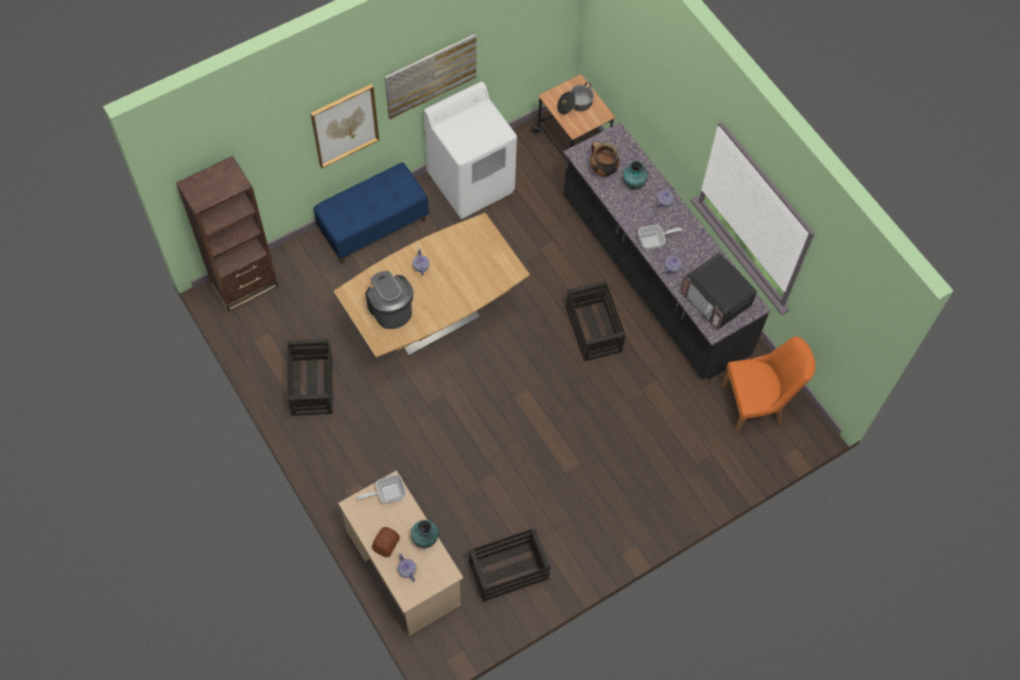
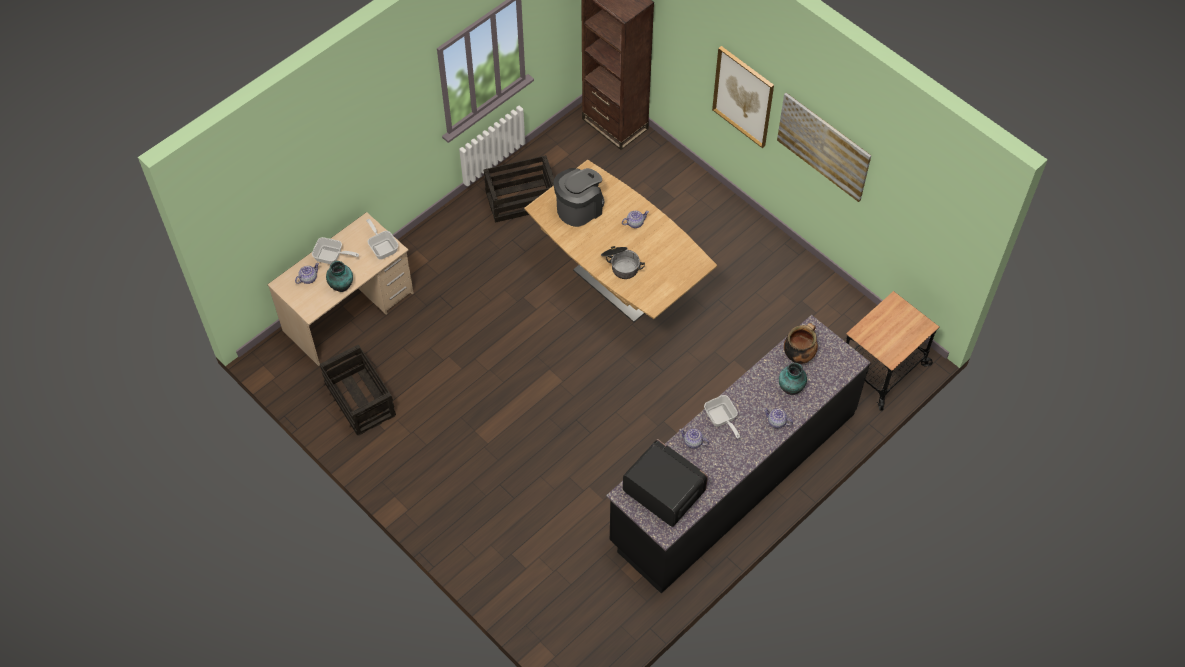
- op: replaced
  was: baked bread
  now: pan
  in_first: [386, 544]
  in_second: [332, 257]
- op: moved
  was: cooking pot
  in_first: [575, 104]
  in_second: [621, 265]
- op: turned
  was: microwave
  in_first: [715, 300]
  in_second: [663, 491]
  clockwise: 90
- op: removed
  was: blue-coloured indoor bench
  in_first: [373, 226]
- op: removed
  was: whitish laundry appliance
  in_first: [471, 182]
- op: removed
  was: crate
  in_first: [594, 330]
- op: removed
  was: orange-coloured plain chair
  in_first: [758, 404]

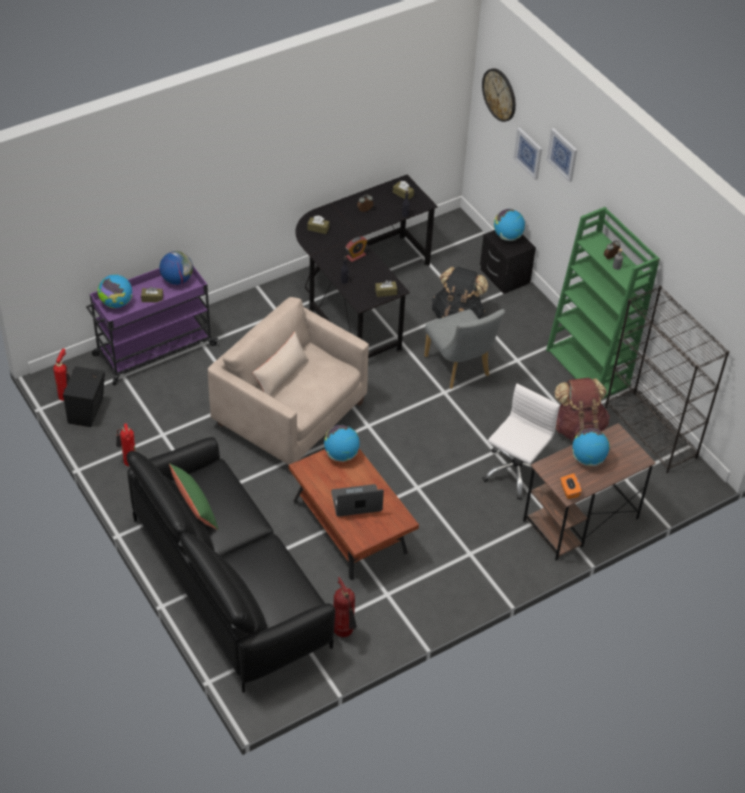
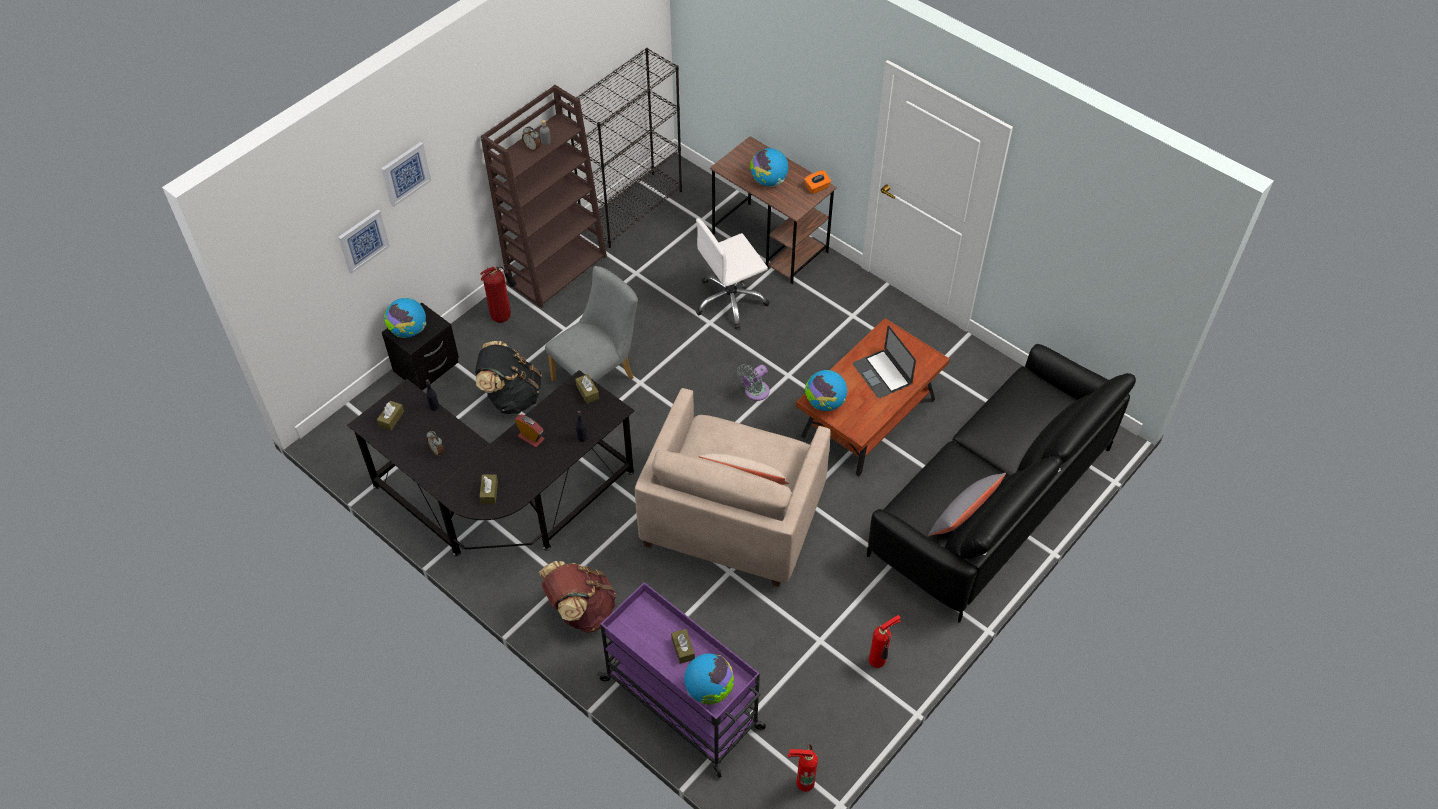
- op: moved
  was: fire-fighting cylinder
  in_first: [344, 633]
  in_second: [503, 316]
- op: recoloured
  was: green-coloured bookshelf
  now: brown-coloured bookshelf
  in_first: [588, 368]
  in_second: [557, 269]
- op: moved
  was: brown-coloured rucksack
  in_first: [578, 428]
  in_second: [581, 611]
- op: turned
  was: whitish computer chair
  in_first: [515, 472]
  in_second: [730, 301]
  clockwise: -45
- op: added
  now: greyish electric fan
  in_second: [754, 392]
- op: recoloured
  was: green-coloured cushion
  now: greyish cushion
  in_first: [194, 507]
  in_second: [963, 515]
- op: removed
  was: blackish loudspeaker
  in_first: [87, 411]
- op: removed
  was: desk globe
  in_first: [177, 279]
- op: removed
  was: hanging clock
  in_first: [499, 94]

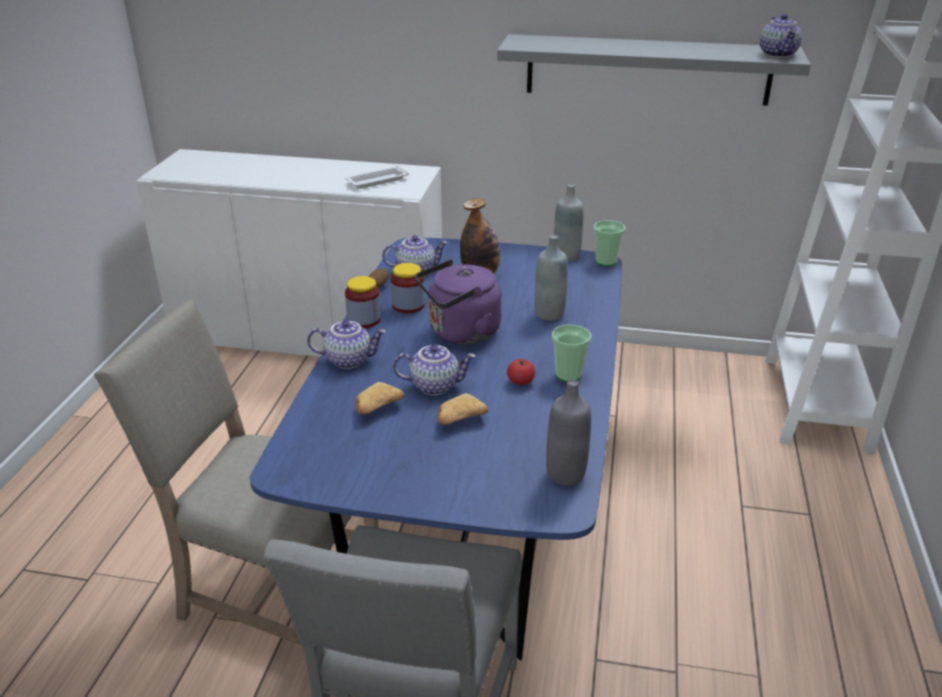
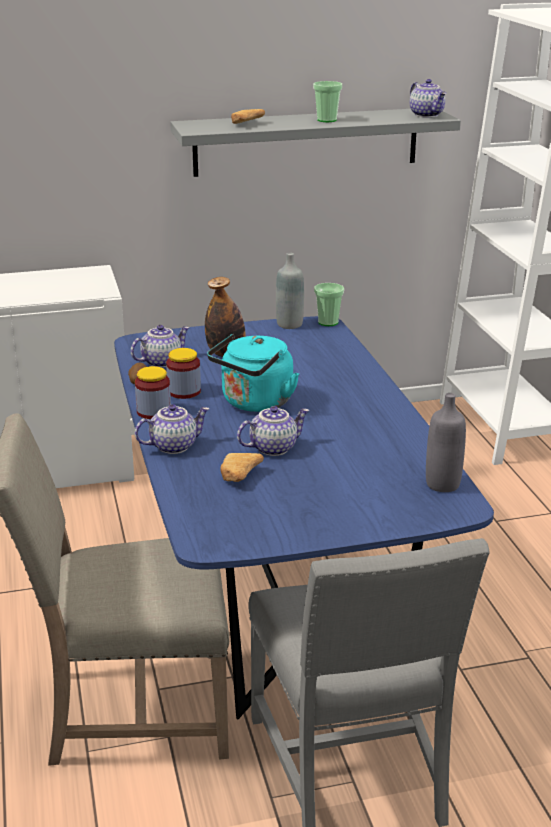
- op: recoloured
  was: purplish water kettle
  now: turquoise water kettle
  in_first: [460, 333]
  in_second: [255, 403]
- op: moved
  was: baked bread
  in_first: [458, 420]
  in_second: [244, 124]
- op: moved
  was: small cup
  in_first: [568, 375]
  in_second: [327, 120]
- op: removed
  was: whitish tray
  in_first: [376, 181]
- op: removed
  was: whole tomato
  in_first: [520, 381]
- op: removed
  was: greyish bottle
  in_first: [549, 314]

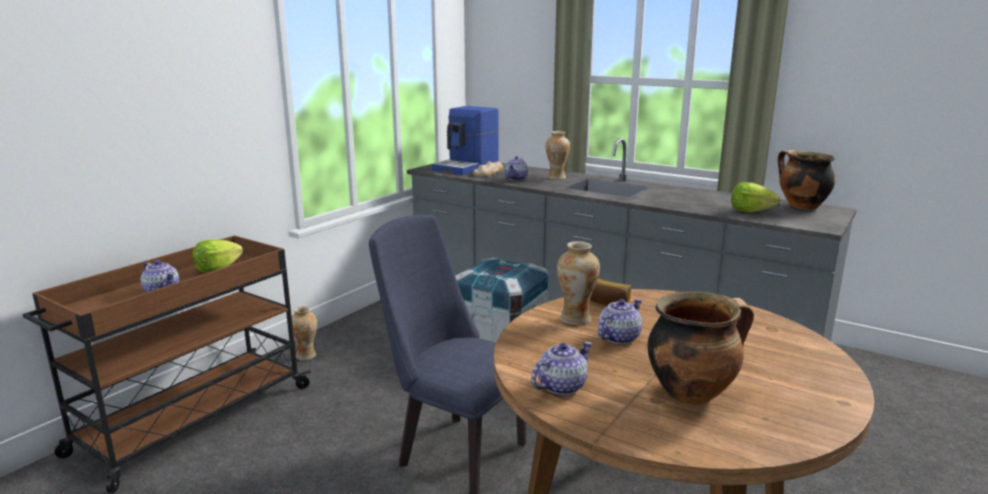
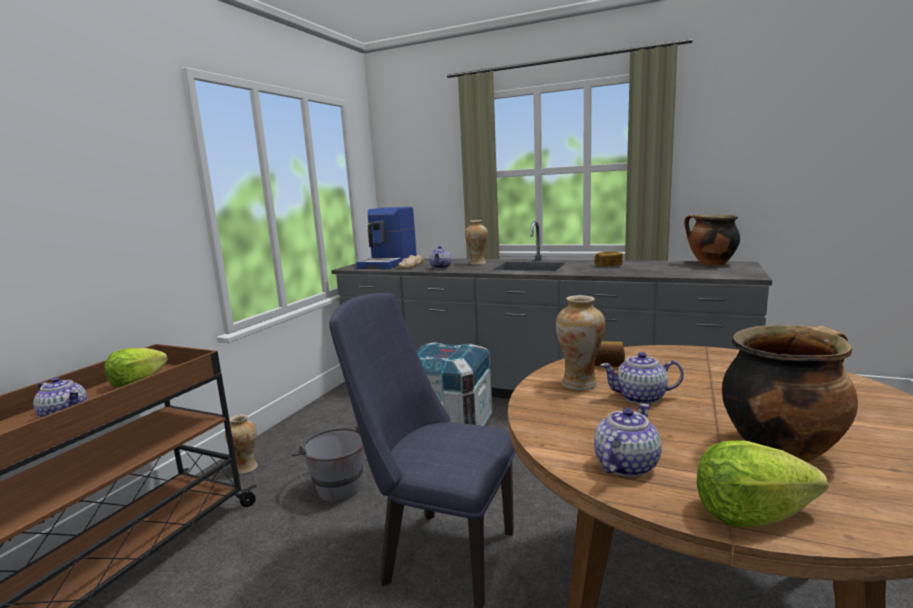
- op: added
  now: greyish bucket
  in_second: [335, 485]
- op: added
  now: baked bread
  in_second: [608, 266]
- op: turned
  was: teapot
  in_first: [618, 337]
  in_second: [641, 397]
  clockwise: -120
- op: moved
  was: lettuce head
  in_first: [750, 211]
  in_second: [750, 514]

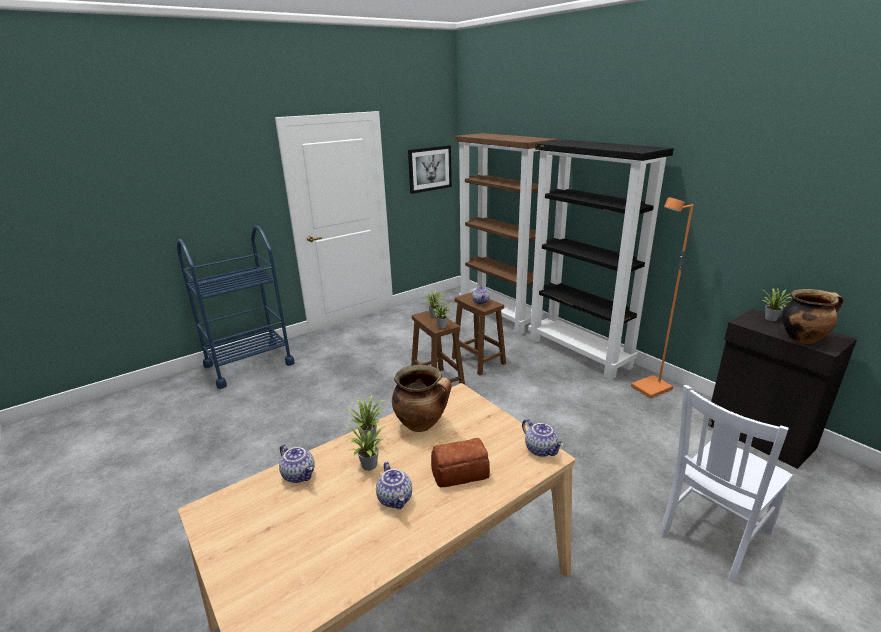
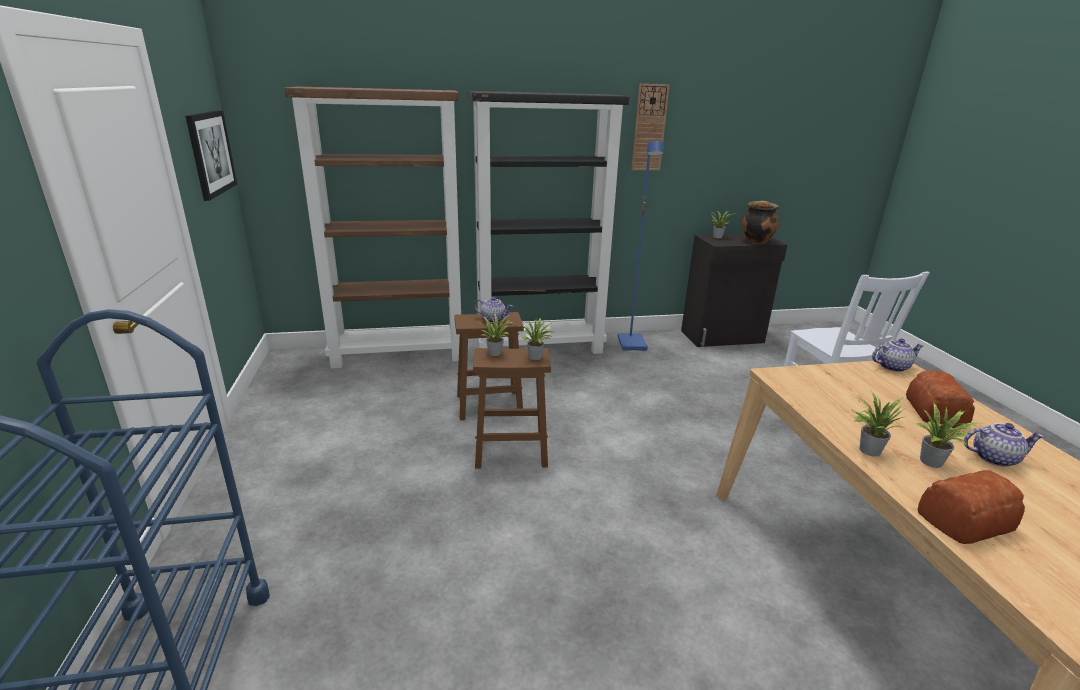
- op: recoloured
  was: orange-coloured standard lamp
  now: blue-coloured standard lamp
  in_first: [651, 389]
  in_second: [632, 344]
- op: added
  now: hanging clock
  in_second: [649, 128]
- op: replaced
  was: teapot
  now: baked bread
  in_first: [299, 475]
  in_second: [962, 520]
- op: removed
  was: cooking pot
  in_first: [422, 424]

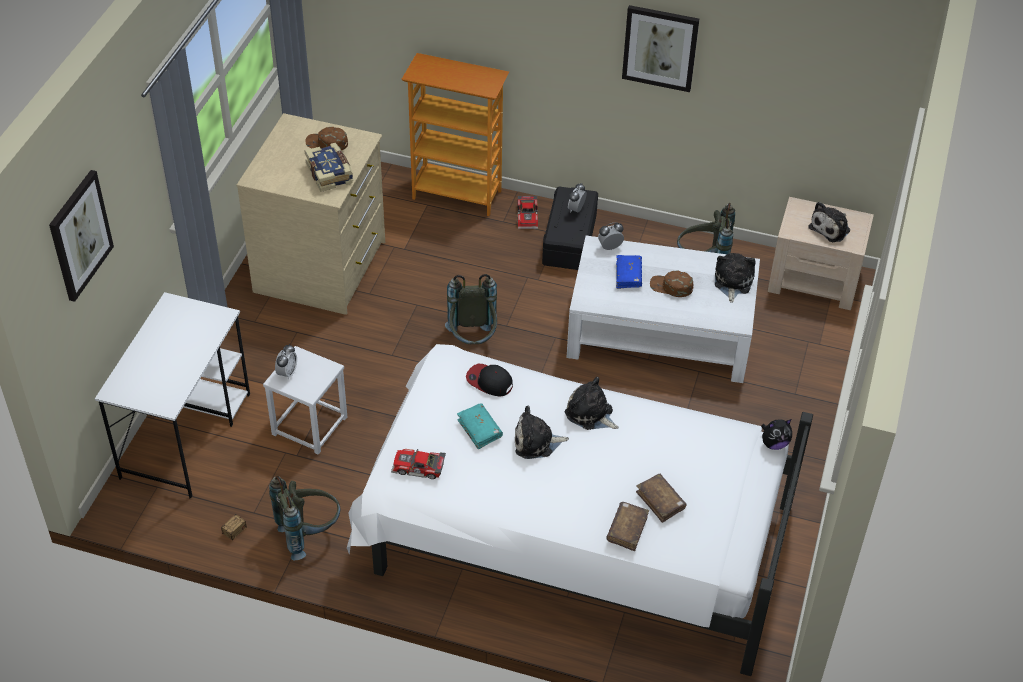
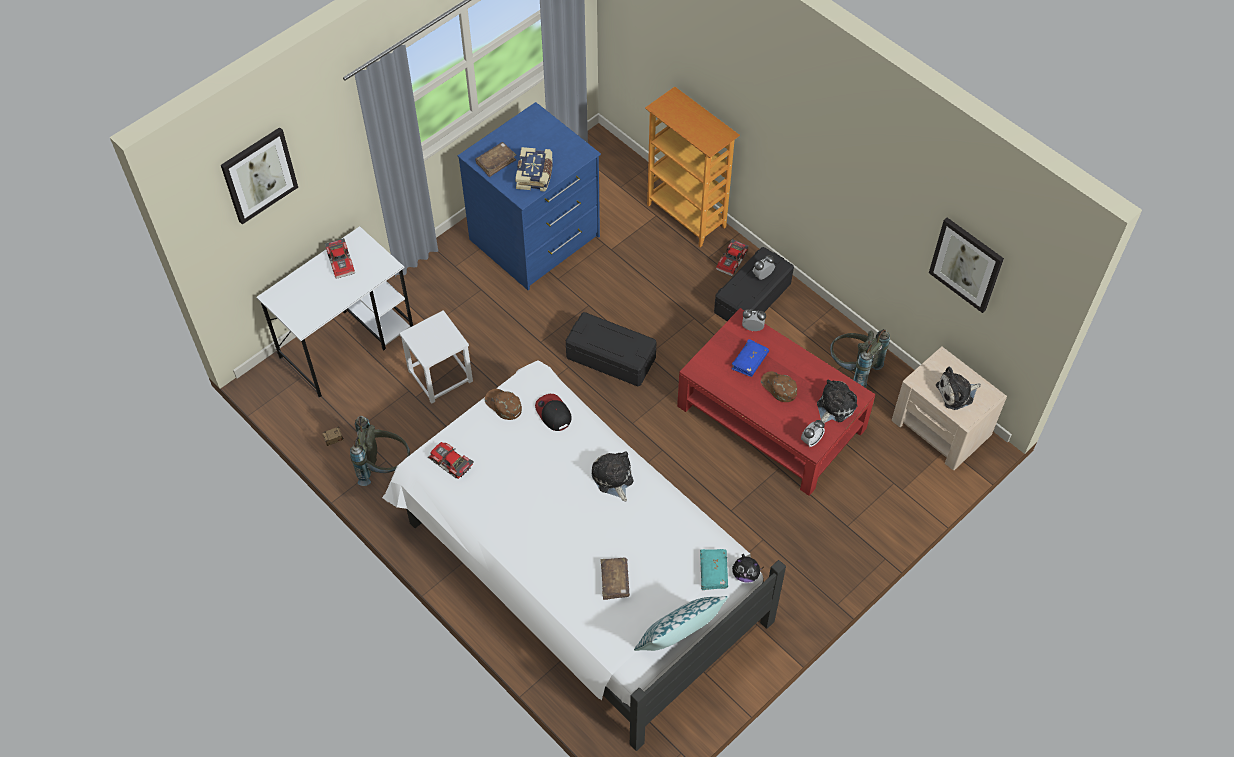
- op: added
  now: model car
  in_second: [342, 261]
- op: recoloured
  was: beige dresser
  now: blue-coloured dresser
  in_first: [322, 267]
  in_second: [536, 239]
- op: moved
  was: brown-coloured volume
  in_first: [627, 530]
  in_second: [496, 162]
- op: moved
  was: brown-coloured peaked cap
  in_first: [326, 143]
  in_second: [503, 405]
- op: replaced
  was: greyish rucksack
  now: blackish storage bin
  in_first: [472, 341]
  in_second: [611, 357]
- op: added
  now: cushion
  in_second: [678, 640]
- op: recoloured
  was: whitish coffee table
  now: reddish coffee table
  in_first: [659, 332]
  in_second: [770, 417]
- op: moved
  was: turquoise volume
  in_first: [479, 429]
  in_second: [713, 572]
- op: moved
  was: table clock
  in_first: [287, 373]
  in_second: [811, 440]
- op: moved
  was: picture
  in_first: [660, 47]
  in_second: [966, 264]
- op: removed
  was: plush toy
  in_first: [536, 442]

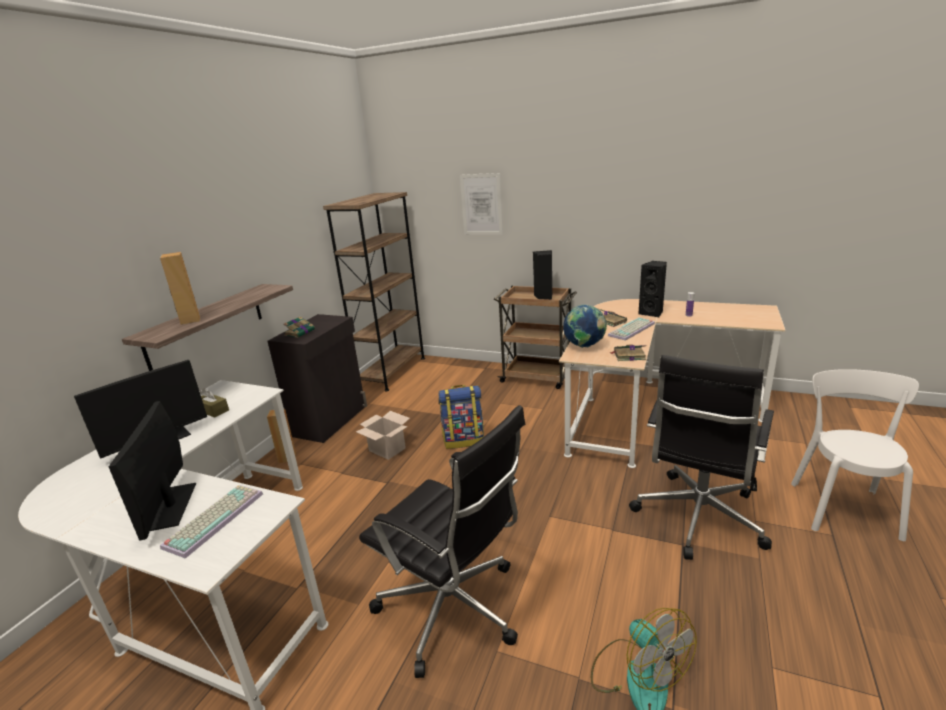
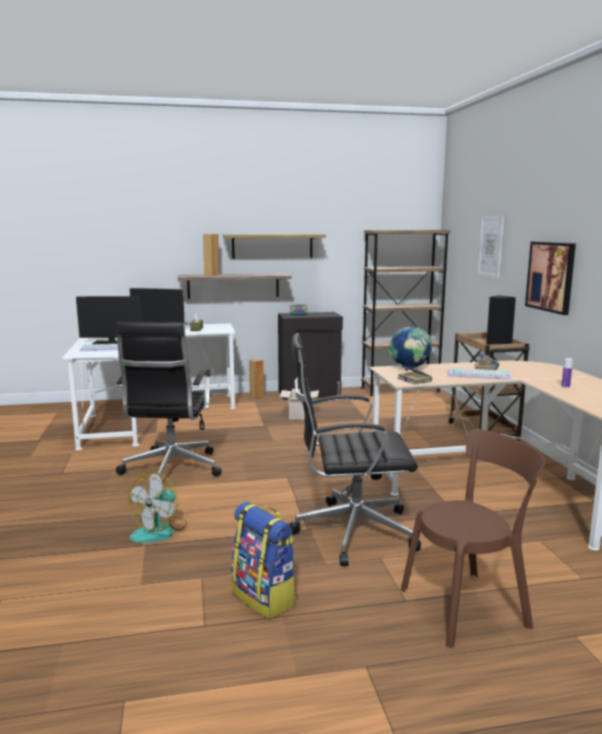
- op: turned
  was: computer display
  in_first: [171, 506]
  in_second: [111, 342]
  clockwise: -135
- op: added
  now: bracket shelf
  in_second: [272, 246]
- op: moved
  was: rucksack
  in_first: [464, 440]
  in_second: [265, 597]
- op: recoloured
  was: whitish plain chair
  now: brown-coloured plain chair
  in_first: [842, 506]
  in_second: [469, 606]
- op: added
  now: picture
  in_second: [550, 276]
- op: removed
  was: blackish loudspeaker
  in_first: [652, 313]

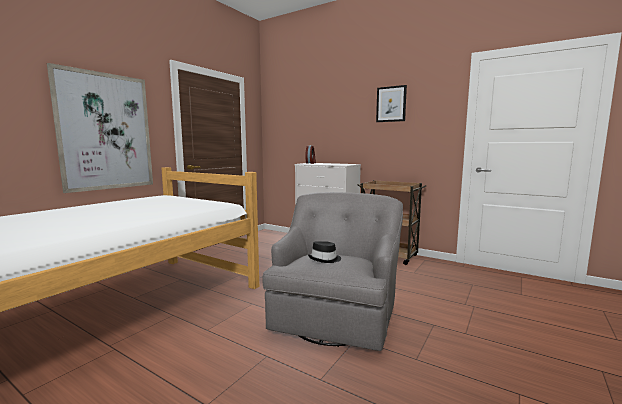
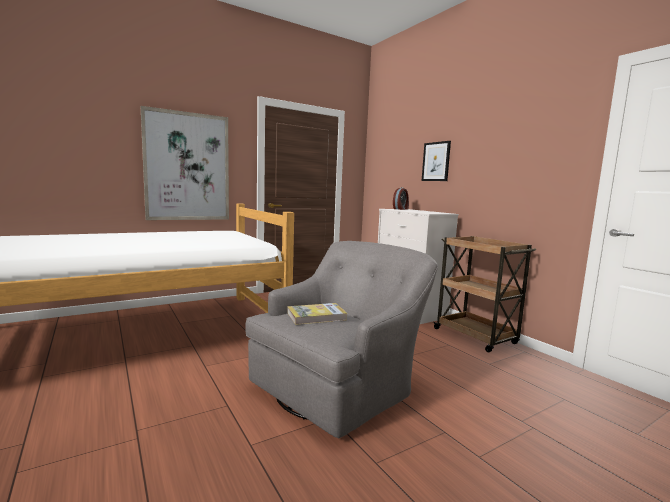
- op: replaced
  was: blackish wearable hat
  now: volume
  in_first: [325, 259]
  in_second: [316, 316]
- op: moved
  was: picture
  in_first: [391, 104]
  in_second: [436, 161]

